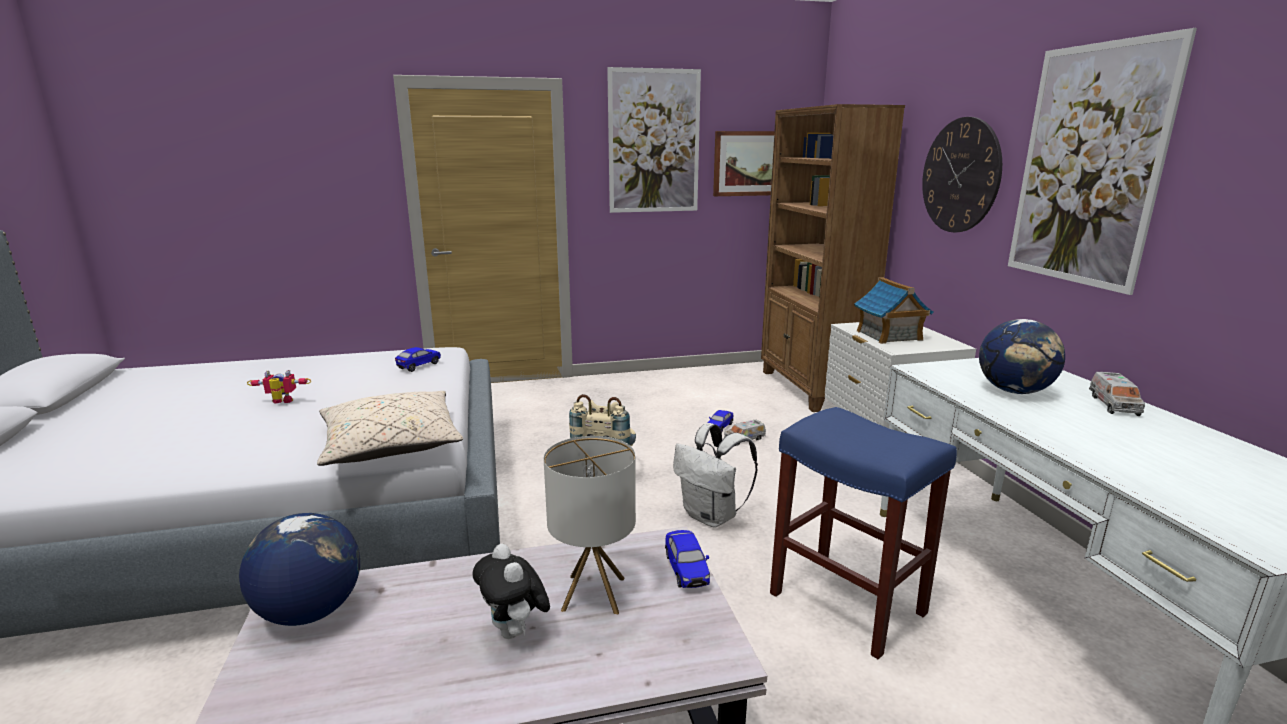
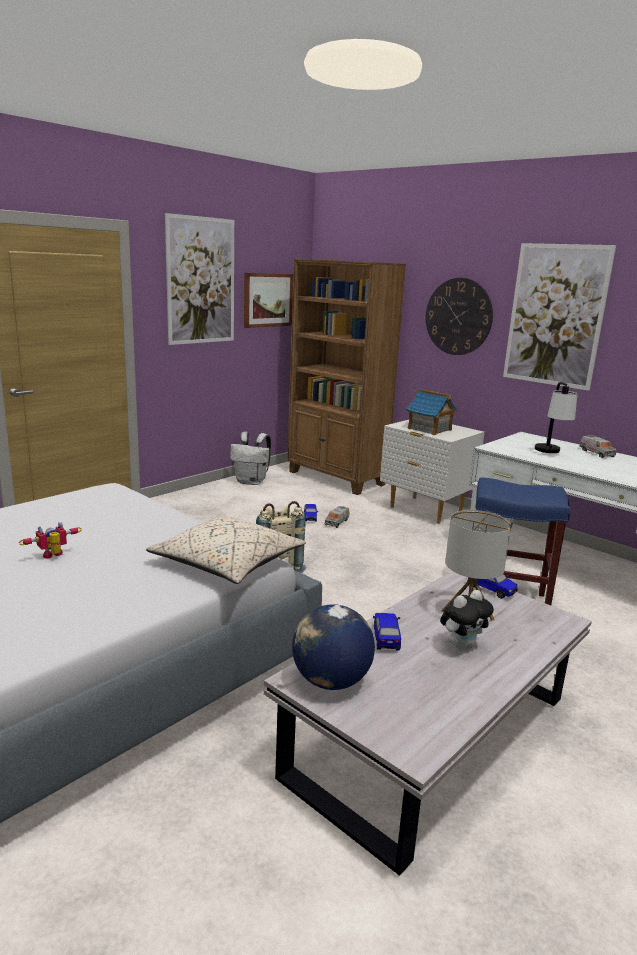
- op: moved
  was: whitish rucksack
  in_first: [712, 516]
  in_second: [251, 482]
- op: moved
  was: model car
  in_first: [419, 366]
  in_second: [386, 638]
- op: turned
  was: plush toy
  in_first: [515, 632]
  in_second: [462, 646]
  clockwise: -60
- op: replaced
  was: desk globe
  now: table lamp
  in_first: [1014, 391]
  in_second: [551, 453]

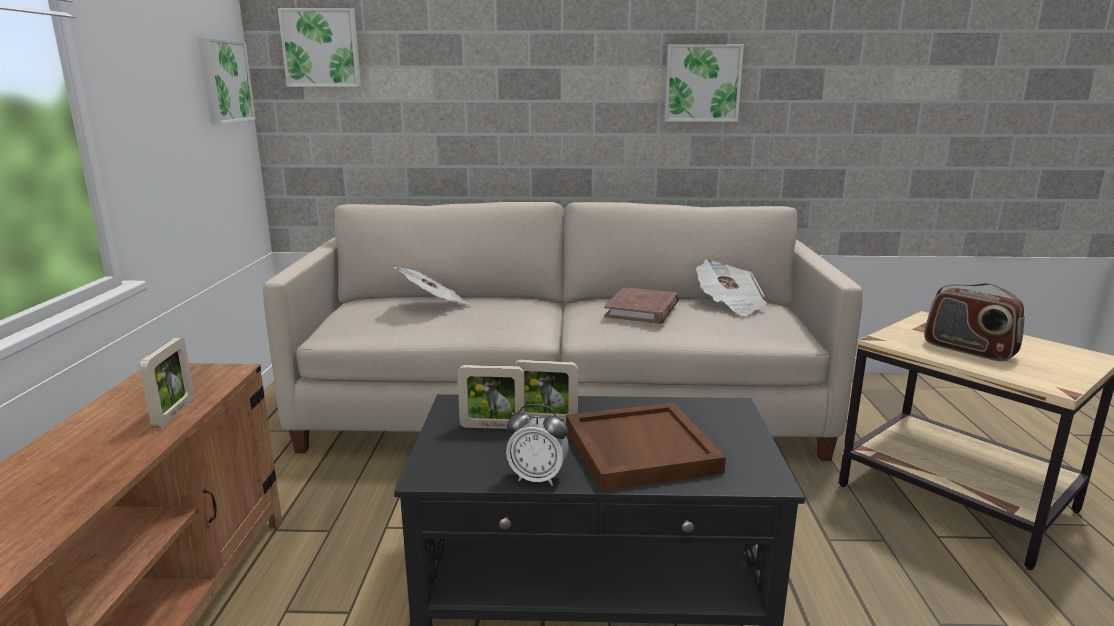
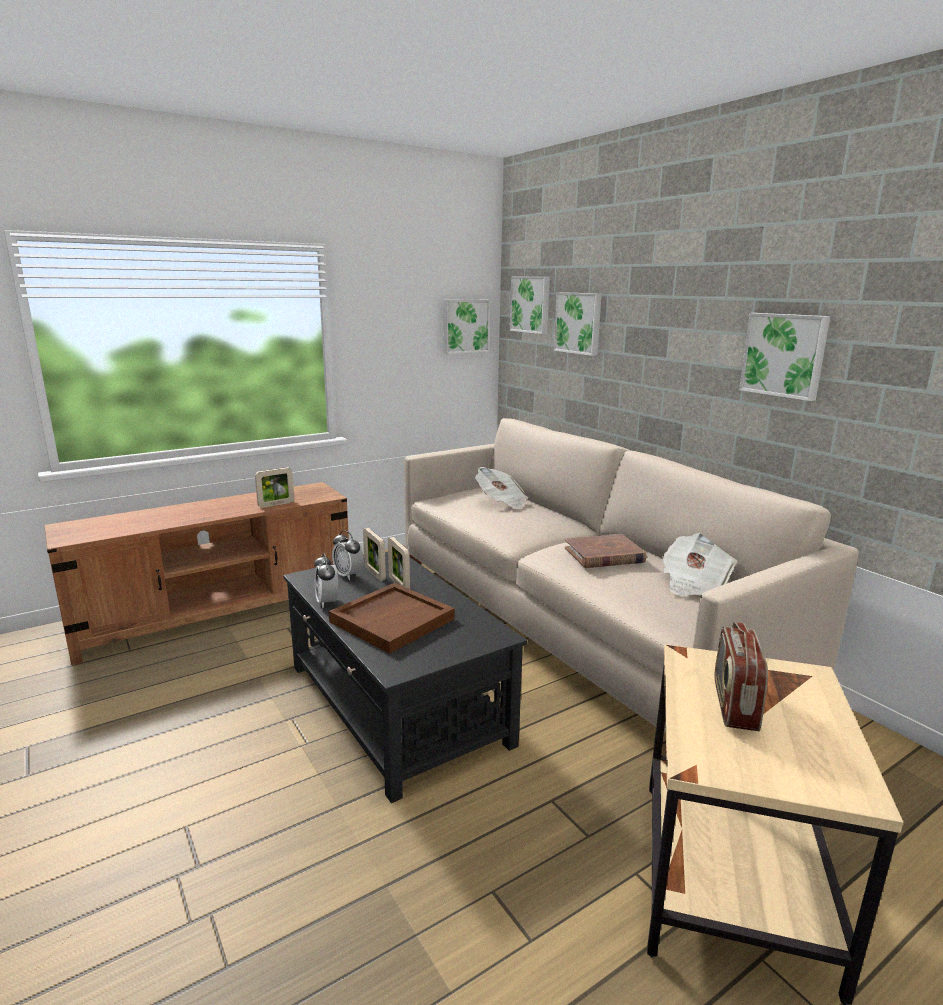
- op: added
  now: table clock
  in_second: [348, 575]
- op: added
  now: picture
  in_second: [579, 323]

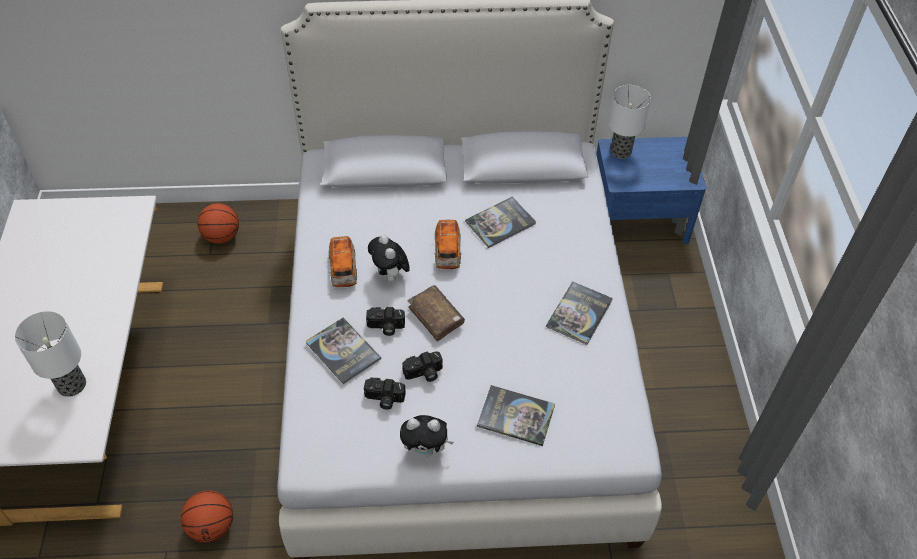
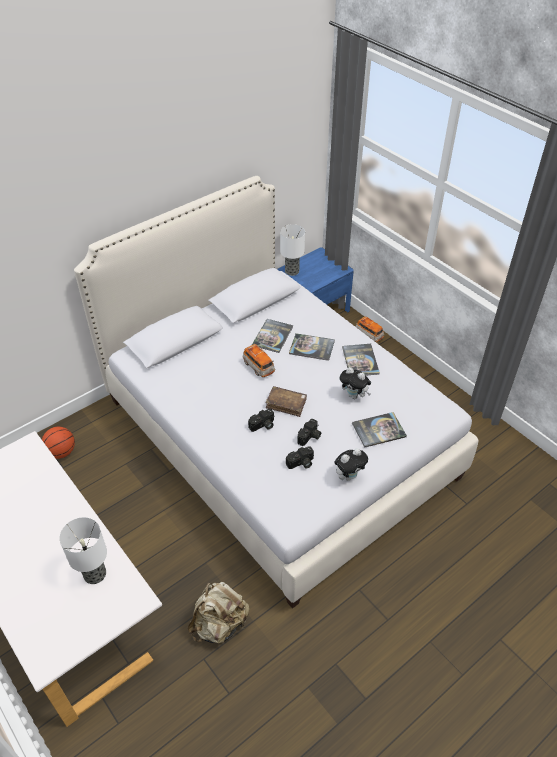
- op: replaced
  was: ball for basketball
  now: beige rucksack
  in_first: [212, 526]
  in_second: [219, 624]
- op: moved
  was: volume
  in_first: [343, 351]
  in_second: [312, 347]
- op: moved
  was: plush toy
  in_first: [390, 276]
  in_second: [354, 395]
- op: moved
  was: model car
  in_first: [343, 270]
  in_second: [369, 335]

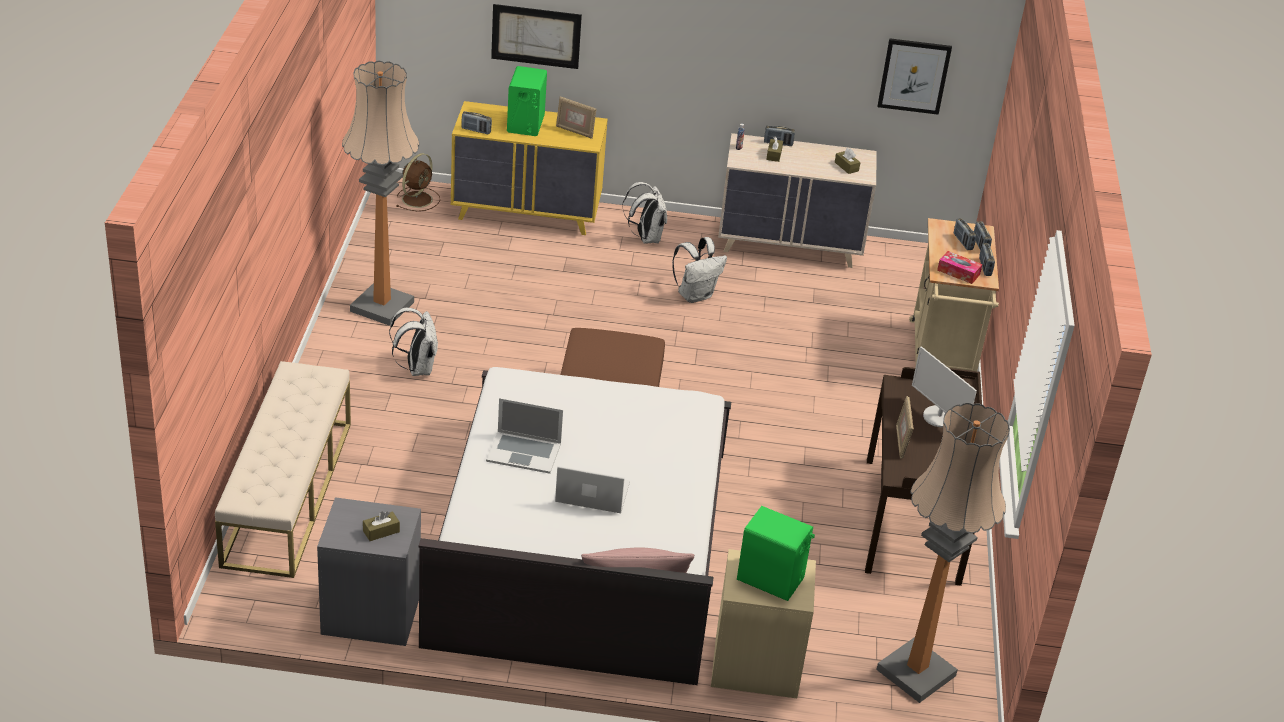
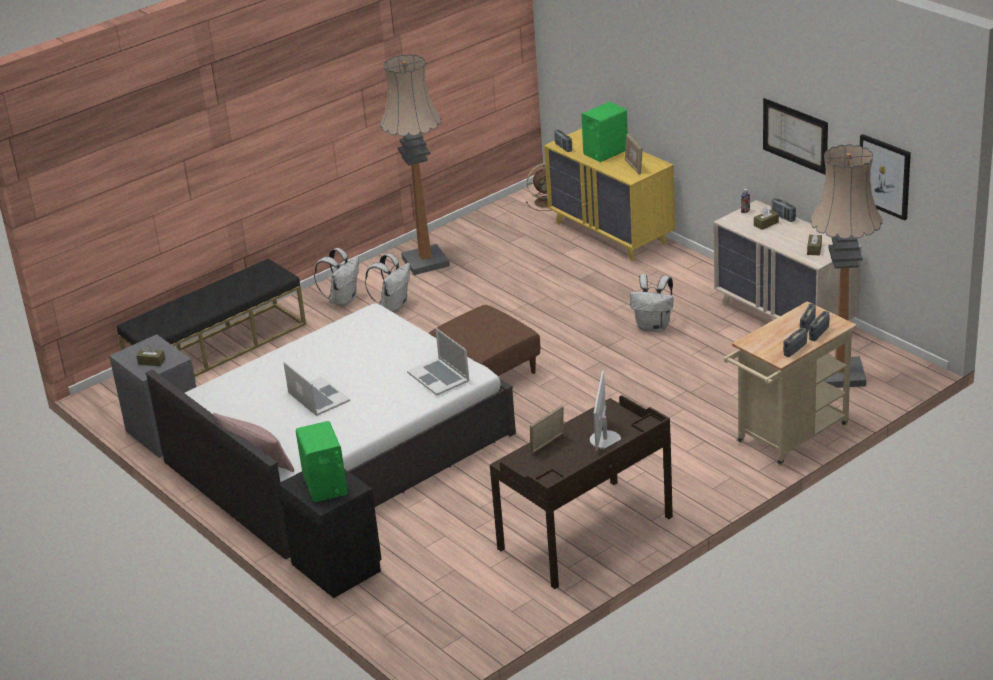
- op: recoloured
  was: beige indoor bench
  now: blackish indoor bench
  in_first: [288, 492]
  in_second: [217, 348]
- op: recoloured
  was: beige bedside table
  now: blackish bedside table
  in_first: [756, 665]
  in_second: [337, 567]
- op: moved
  was: whitish rucksack
  in_first: [646, 237]
  in_second: [342, 300]
- op: moved
  was: portable computer
  in_first: [524, 452]
  in_second: [438, 376]
- op: moved
  was: picture
  in_first: [536, 36]
  in_second: [795, 136]
- op: moved
  was: standard lamp
  in_first: [916, 673]
  in_second: [841, 375]
- op: removed
  was: tissue holder
  in_first: [958, 272]

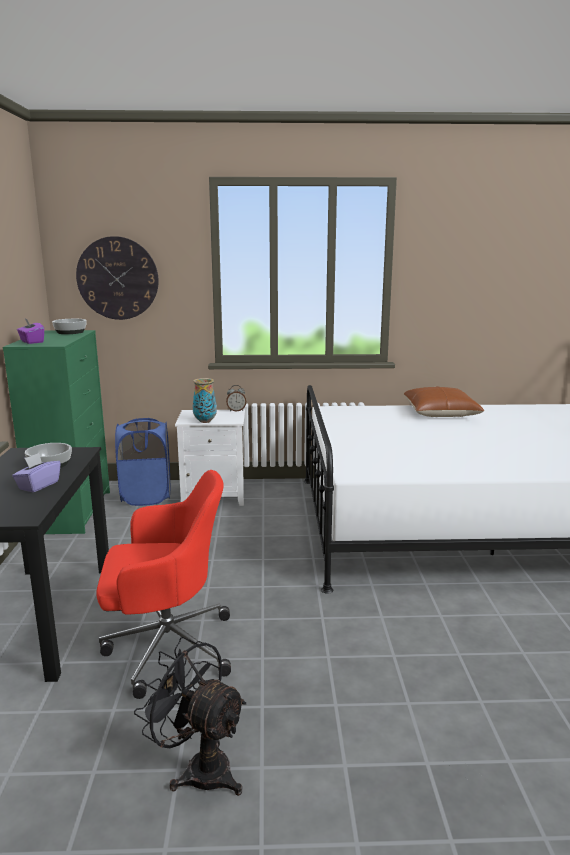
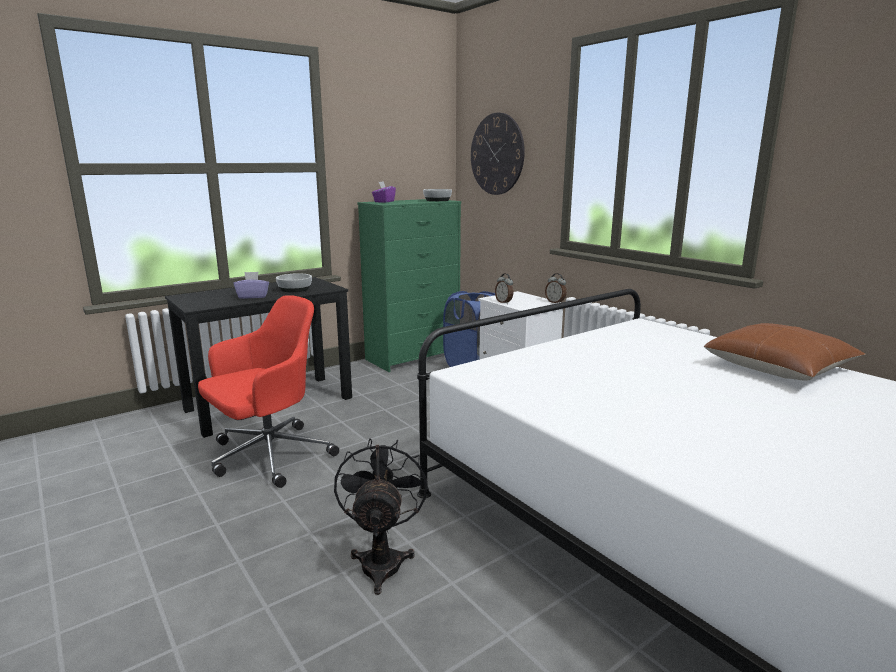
- op: turned
  was: reddish computer chair
  in_first: [166, 646]
  in_second: [268, 456]
  clockwise: -90
- op: moved
  was: blackish electric fan
  in_first: [199, 768]
  in_second: [382, 559]
- op: replaced
  was: decorative vase
  now: table clock
  in_first: [205, 421]
  in_second: [504, 302]

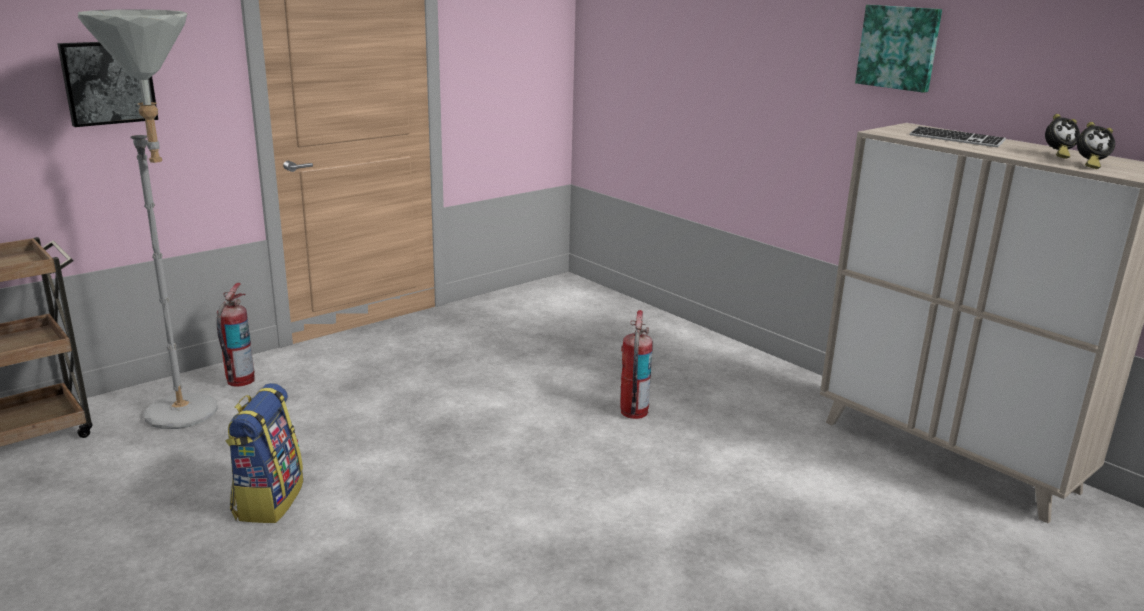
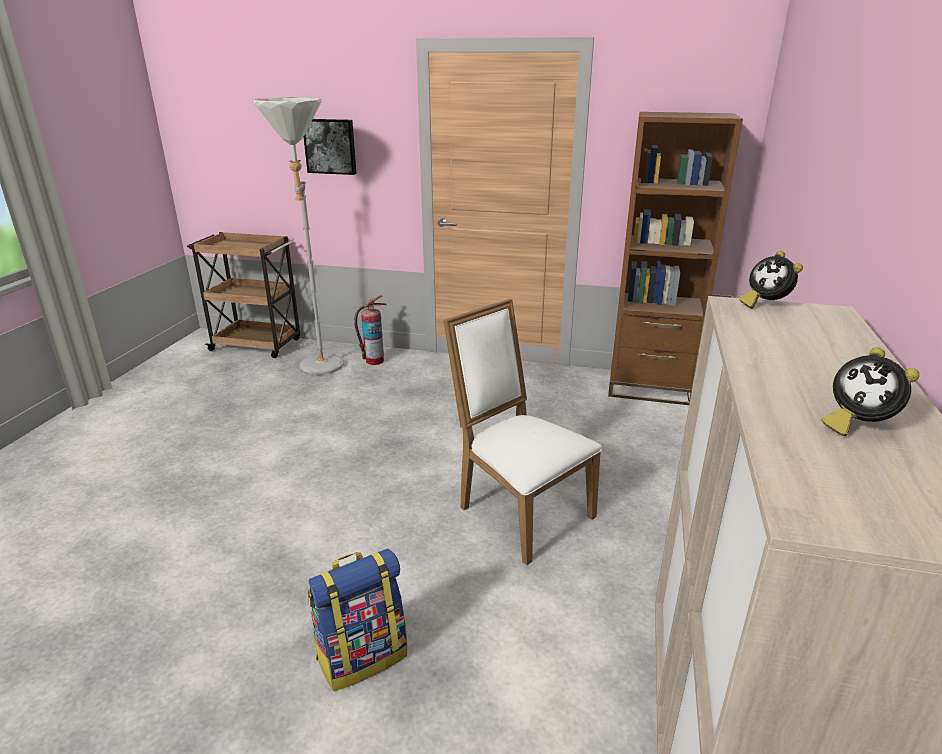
- op: moved
  was: rucksack
  in_first: [268, 500]
  in_second: [362, 656]
- op: replaced
  was: fire-fighting cylinder
  now: whitish plain chair
  in_first: [633, 412]
  in_second: [518, 510]
- op: added
  now: brown-coloured bookshelf
  in_second: [649, 388]
- op: moved
  was: table clock
  in_first: [1089, 165]
  in_second: [765, 305]
- op: removed
  was: picture
  in_first: [899, 47]
- op: removed
  was: keyboard
  in_first: [956, 139]

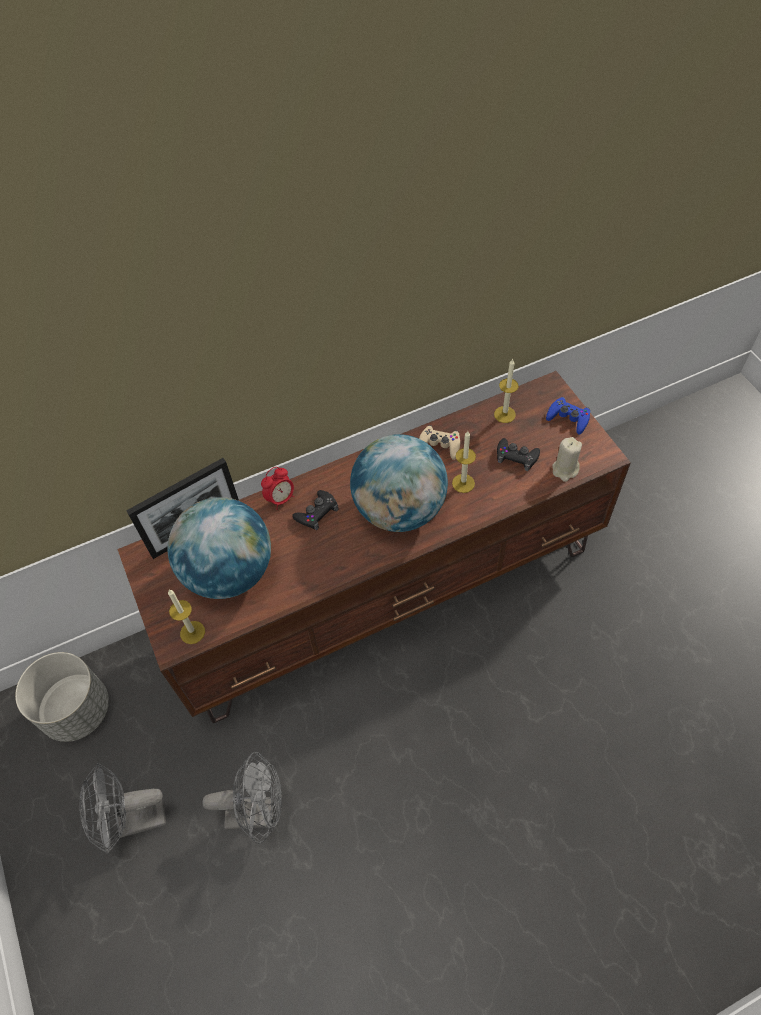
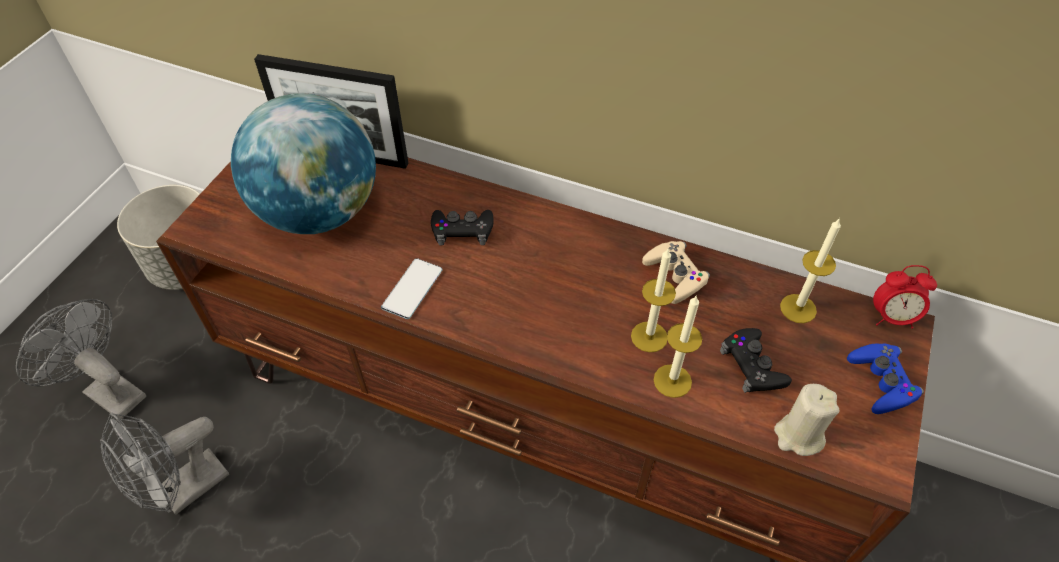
- op: turned
  was: greyish electric fan
  in_first: [258, 812]
  in_second: [185, 491]
  clockwise: 90
- op: added
  now: phone
  in_second: [412, 289]
- op: moved
  was: candle
  in_first: [192, 632]
  in_second: [672, 381]
- op: moved
  was: table clock
  in_first: [281, 499]
  in_second: [892, 318]
- op: removed
  was: desk globe
  in_first: [399, 509]

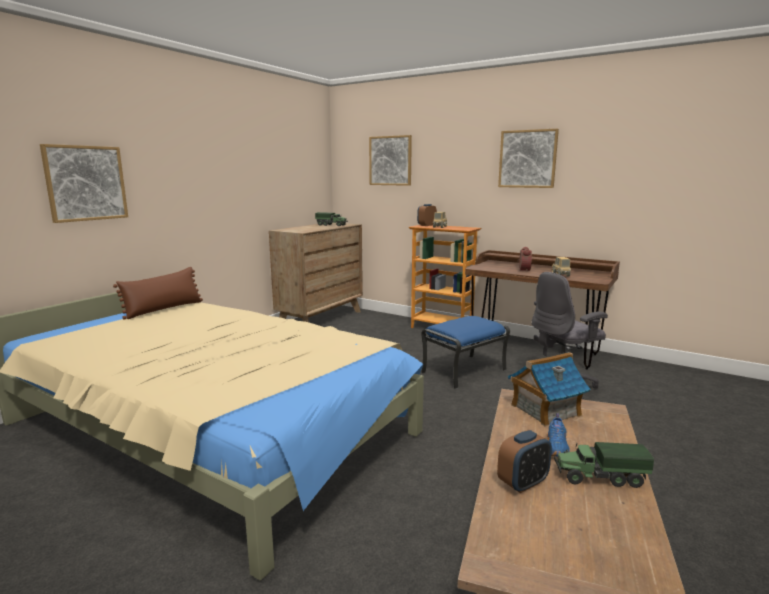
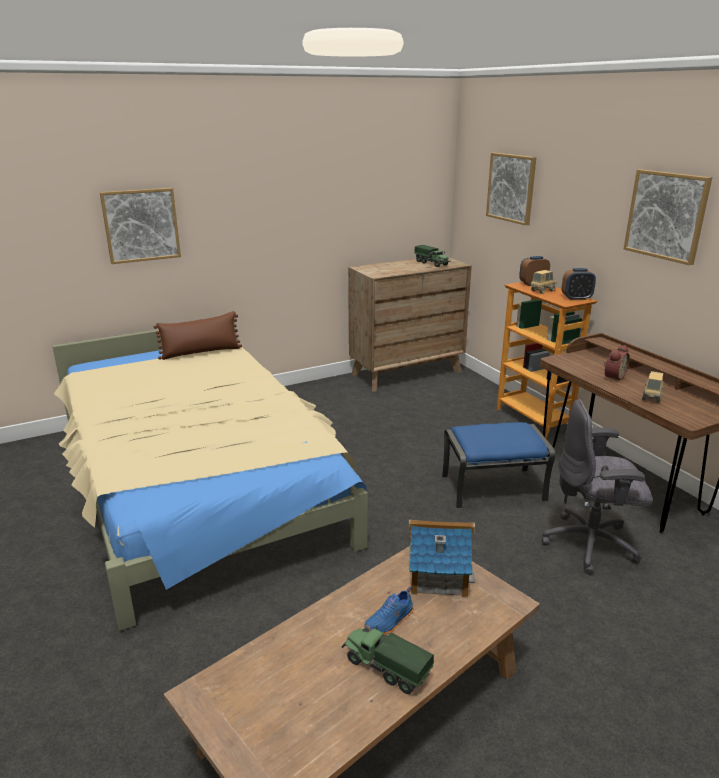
- op: moved
  was: table clock
  in_first: [523, 483]
  in_second: [576, 298]

